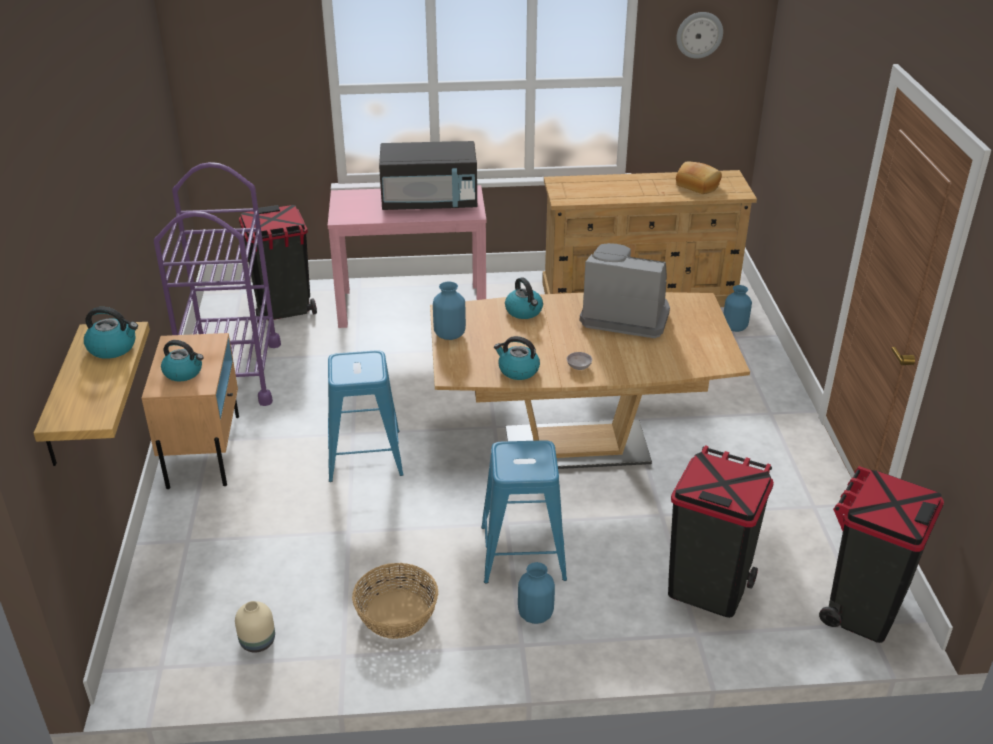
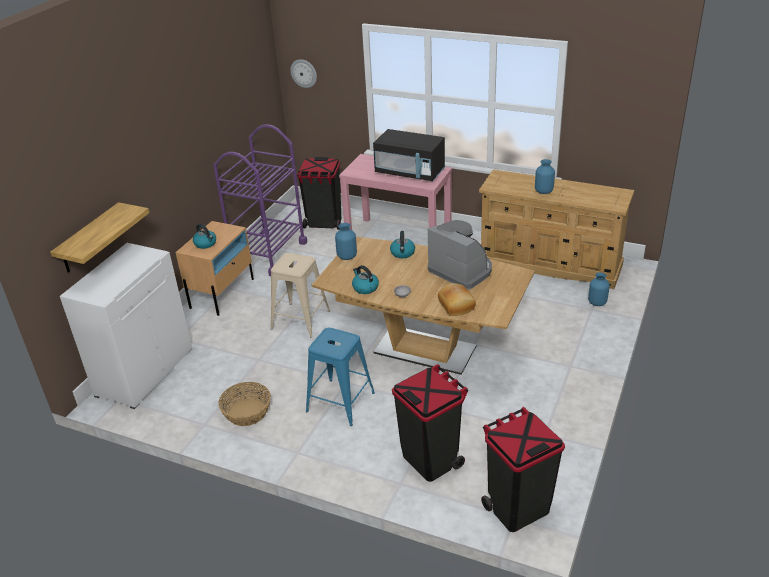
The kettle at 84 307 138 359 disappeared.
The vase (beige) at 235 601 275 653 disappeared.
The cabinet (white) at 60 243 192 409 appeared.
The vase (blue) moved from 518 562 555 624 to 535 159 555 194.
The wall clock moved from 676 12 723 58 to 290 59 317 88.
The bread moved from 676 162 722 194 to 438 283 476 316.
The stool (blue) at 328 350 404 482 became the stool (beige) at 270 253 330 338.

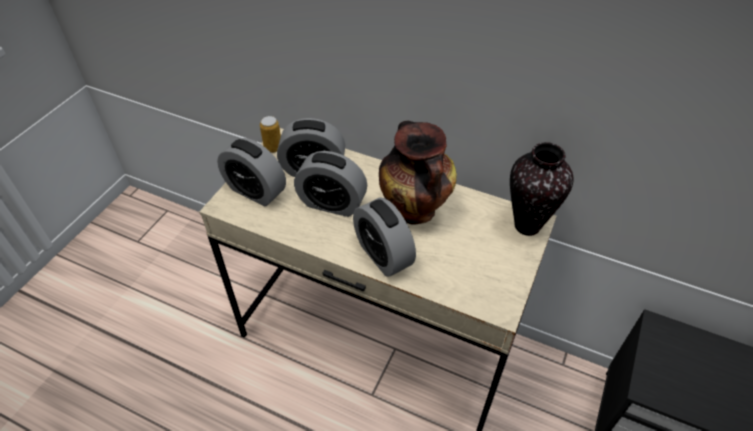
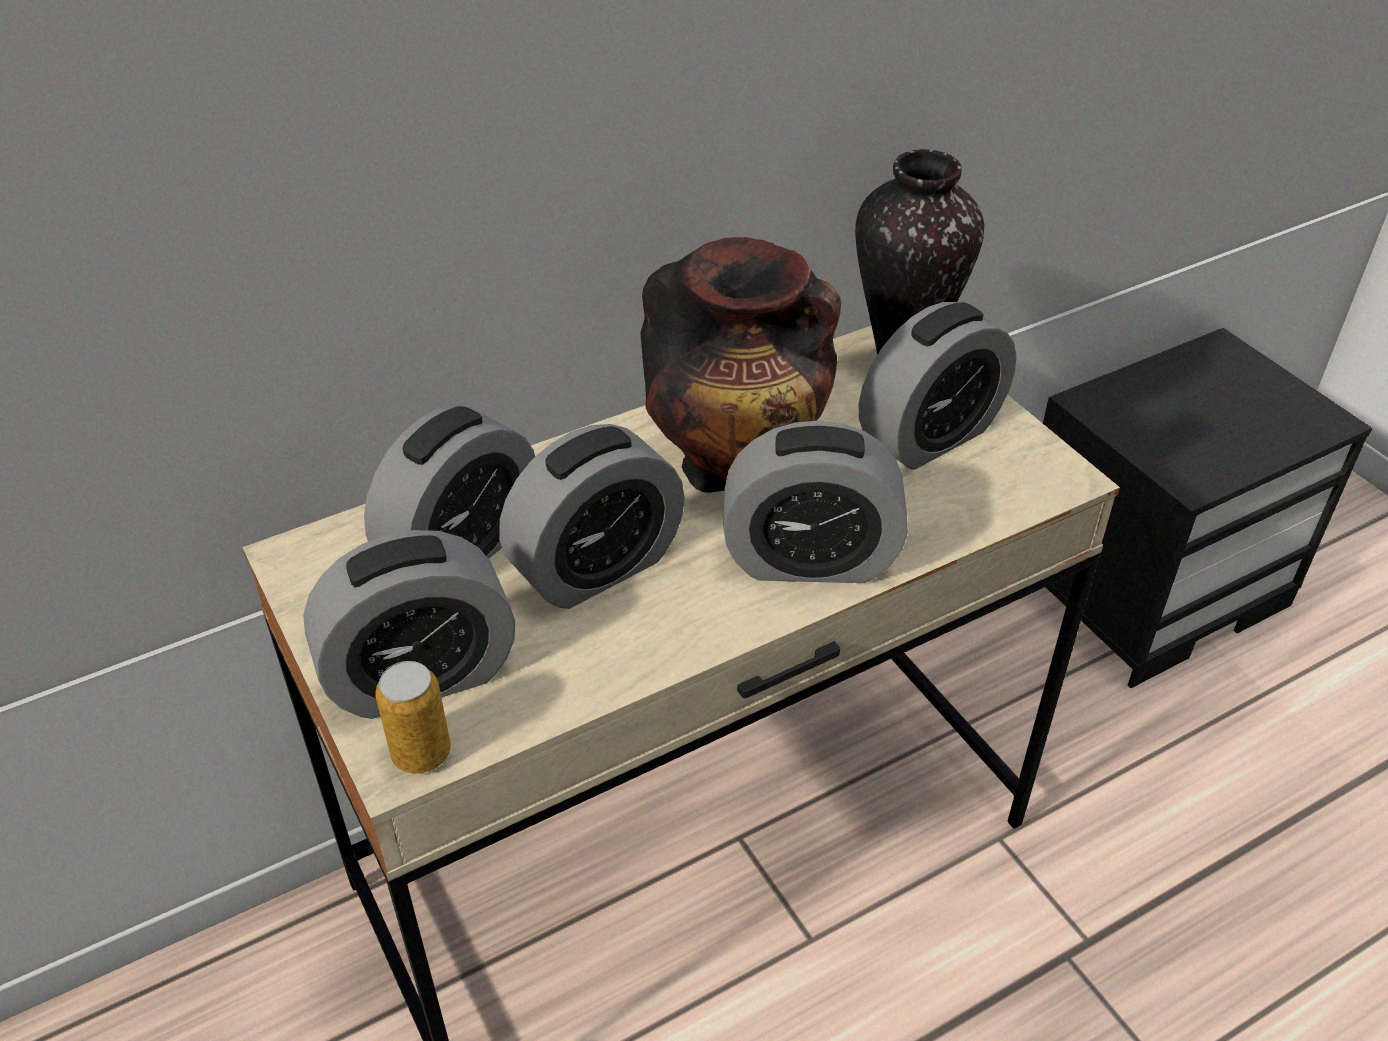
The alarm clock at 859 302 1017 470 appeared.
The can moved from 260 116 281 153 to 375 661 451 773.

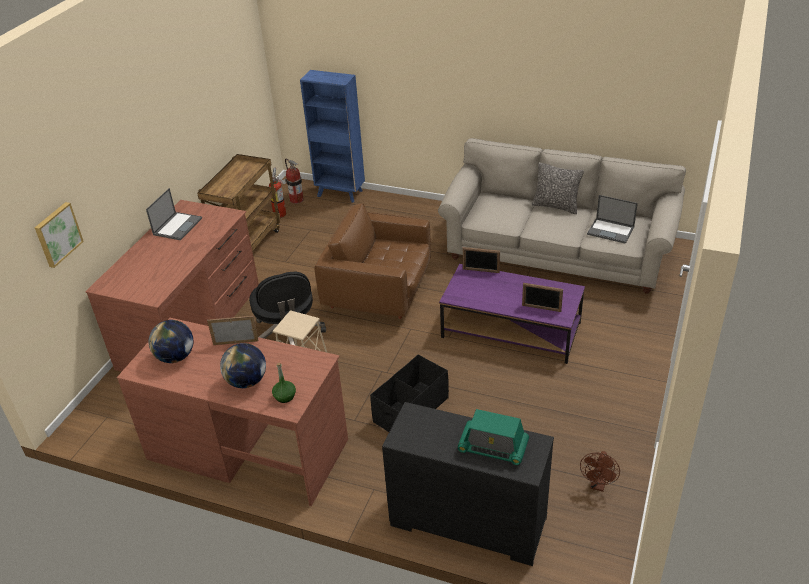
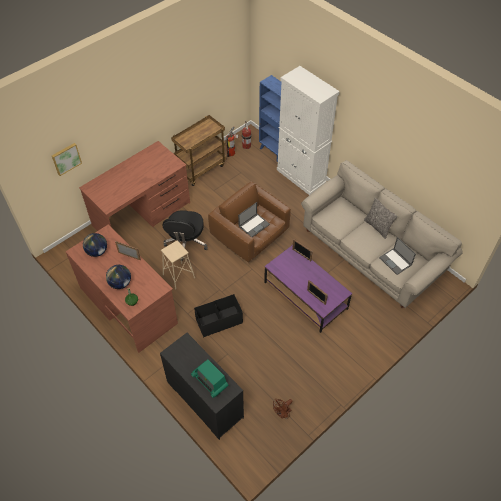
The cabinet (white) at 277 66 340 195 appeared.
The laptop moved from 146 188 202 240 to 238 202 270 237.

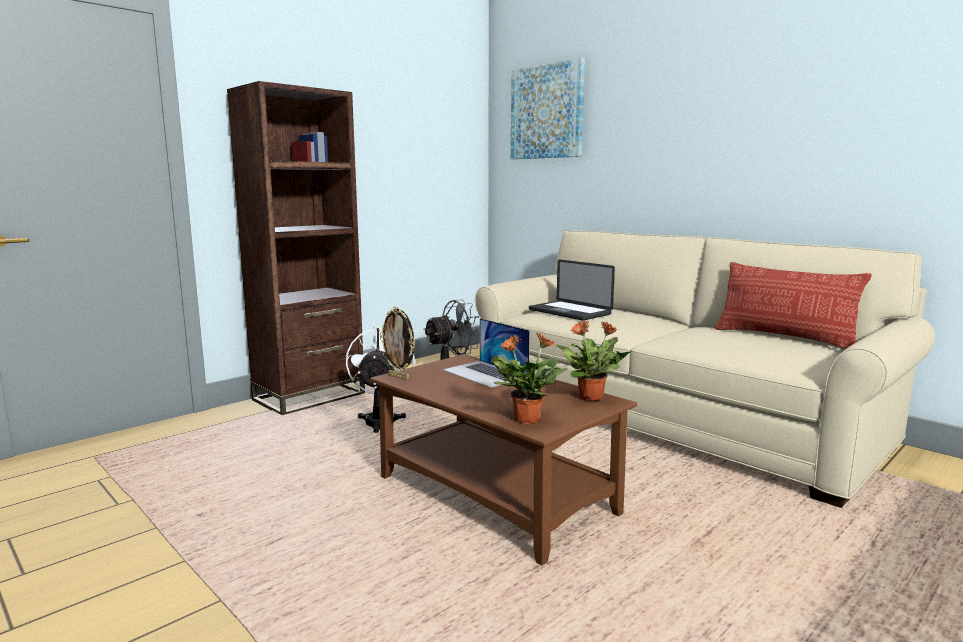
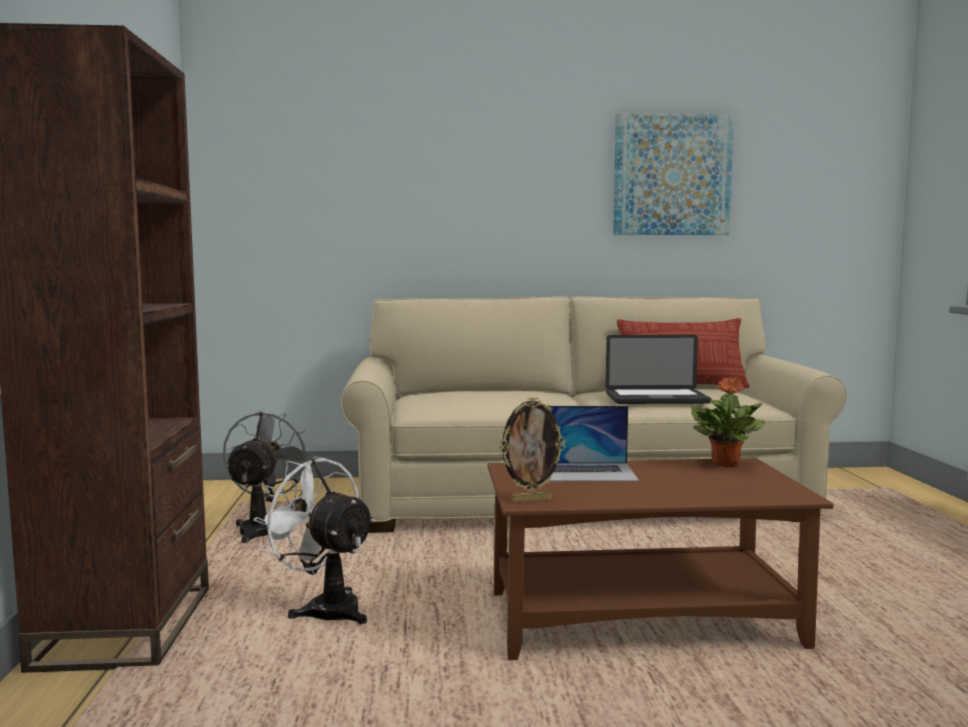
The potted plant at 491 333 568 424 disappeared.
The picture moved from 511 58 585 159 to 613 113 734 235.
The laptop moved from 529 260 615 321 to 606 335 712 404.

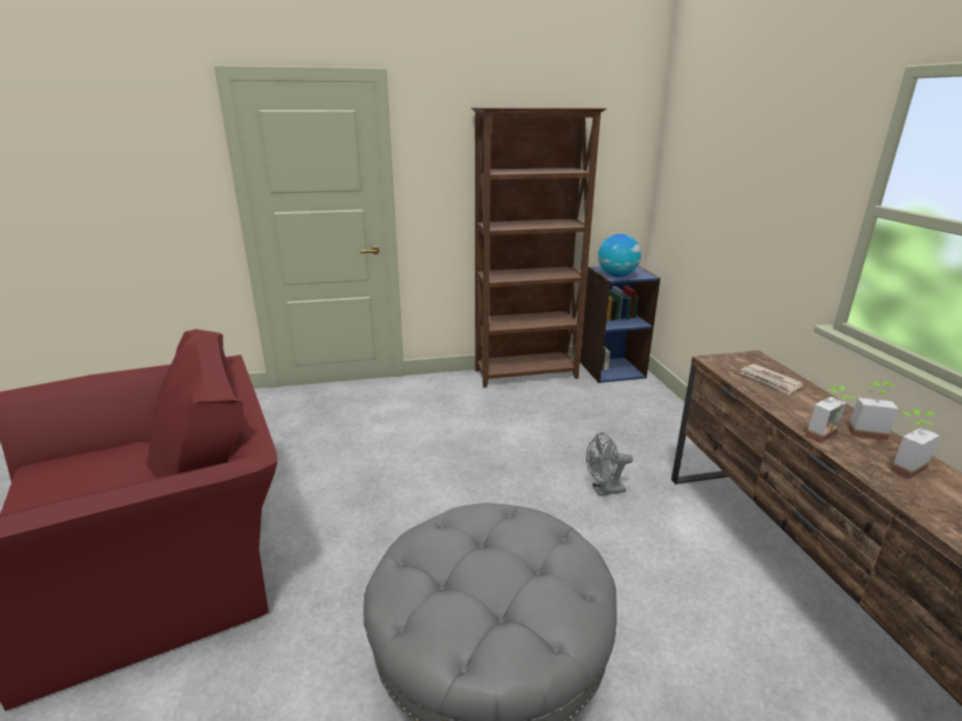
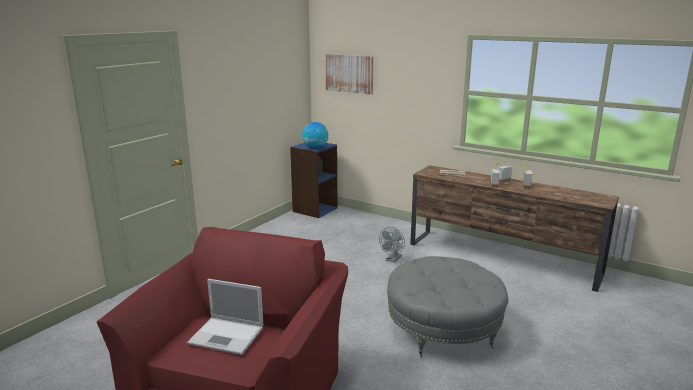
The bookcase (brown) at 471 108 606 388 disappeared.
The laptop at 187 279 263 355 appeared.
The picture at 325 54 373 94 appeared.

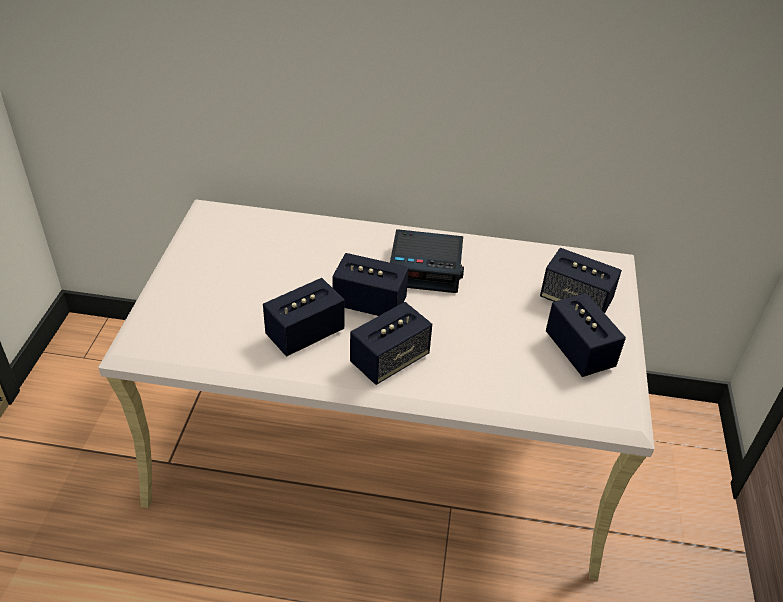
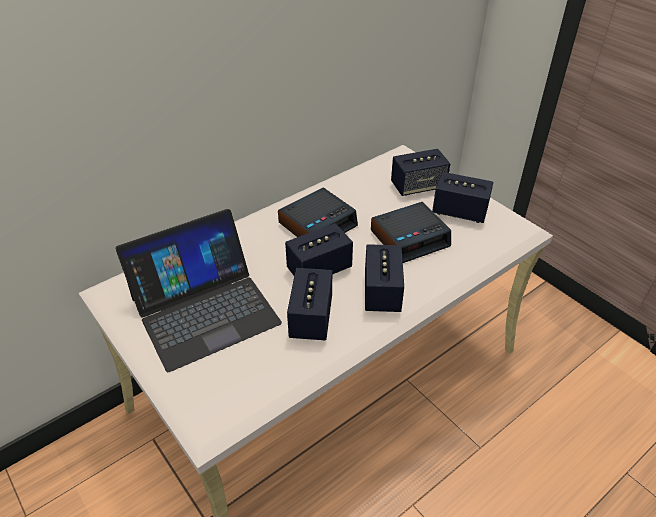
The laptop at 115 209 282 372 appeared.
The alarm clock at 371 202 451 263 appeared.

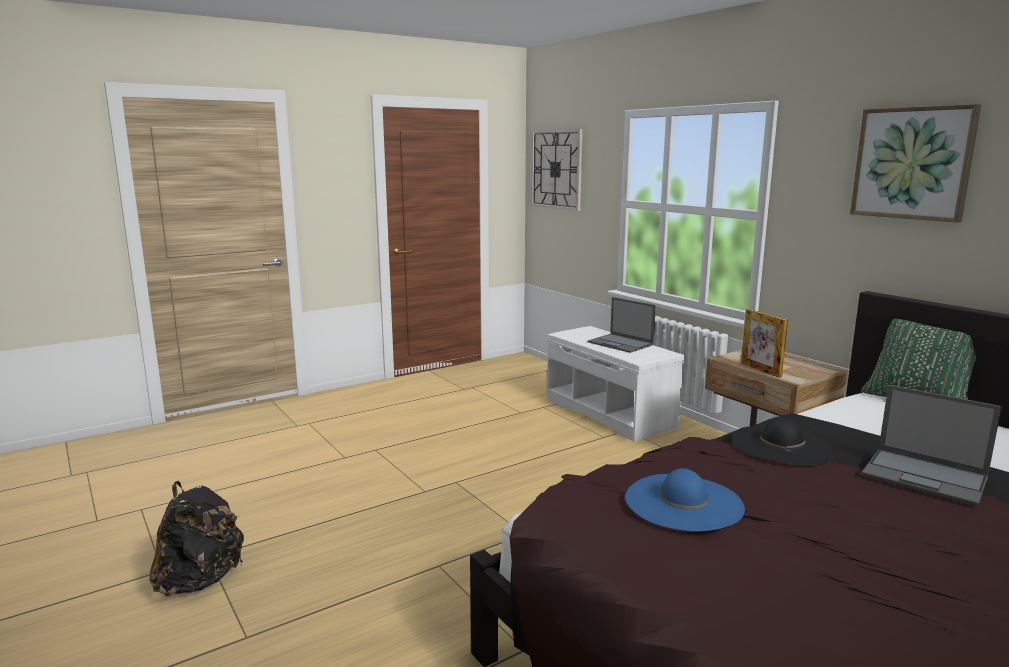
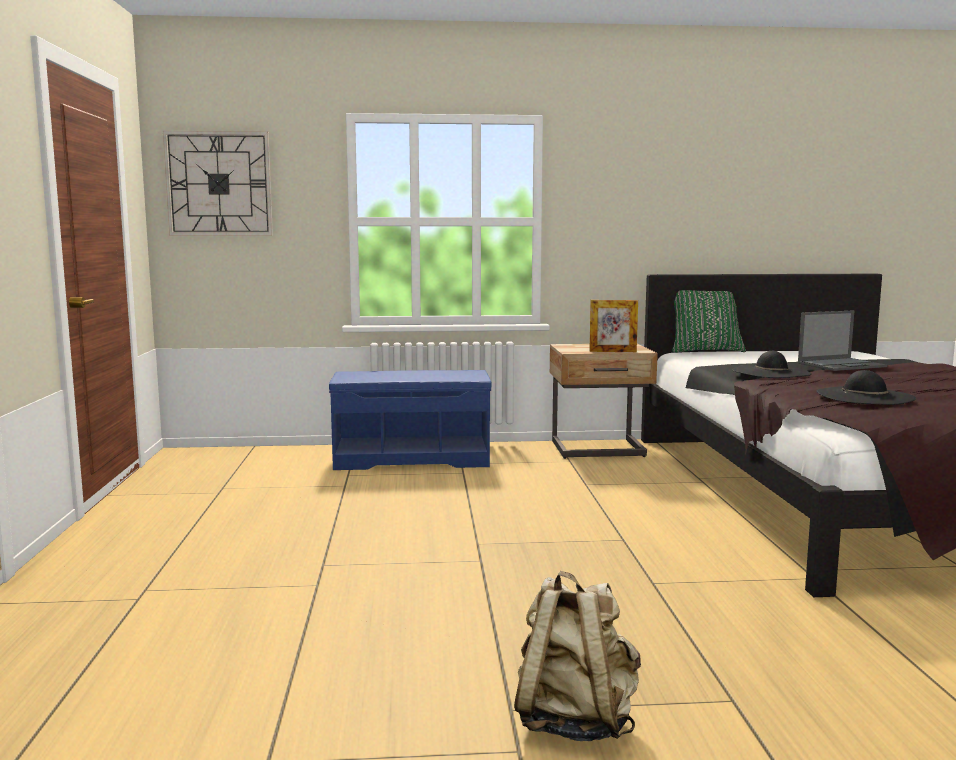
The laptop at 587 297 656 353 disappeared.
The picture at 850 104 981 223 disappeared.
The backpack (black) at 149 481 244 596 became the backpack (beige) at 514 571 641 741.
The bench (white) at 547 326 684 442 became the bench (blue) at 329 370 492 470.
The hat (blue) at 625 468 745 531 became the hat (black) at 817 370 916 405.

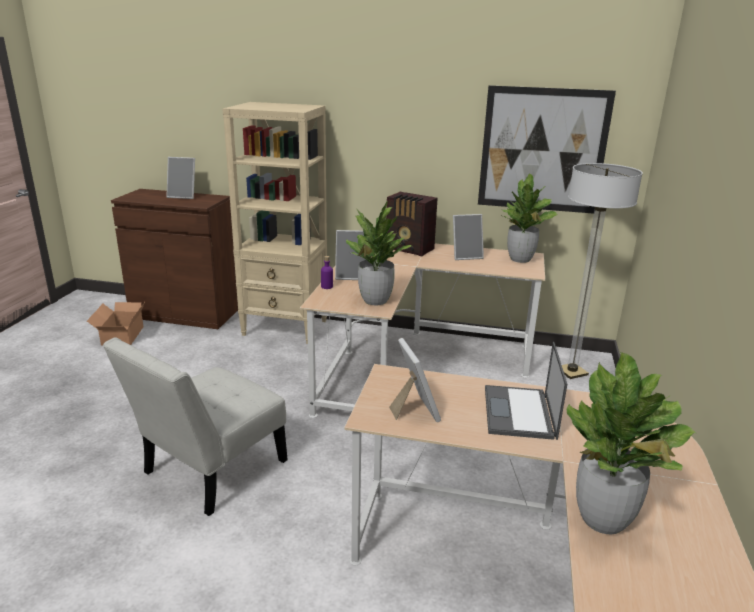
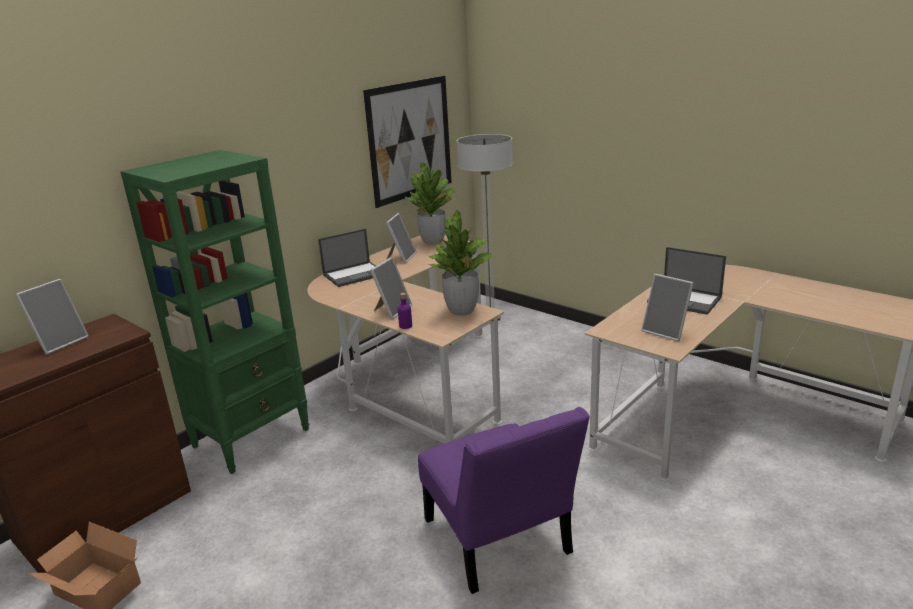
The potted plant at 567 352 696 534 disappeared.
The radio at 386 192 438 256 was replaced by the laptop at 318 229 376 287.
The chair (white) at 103 337 288 516 became the chair (purple) at 418 407 590 594.
The bookcase (beige) at 223 102 327 344 became the bookcase (green) at 120 150 309 474.
The picture frame at 389 338 441 422 turned 150 degrees counterclockwise.

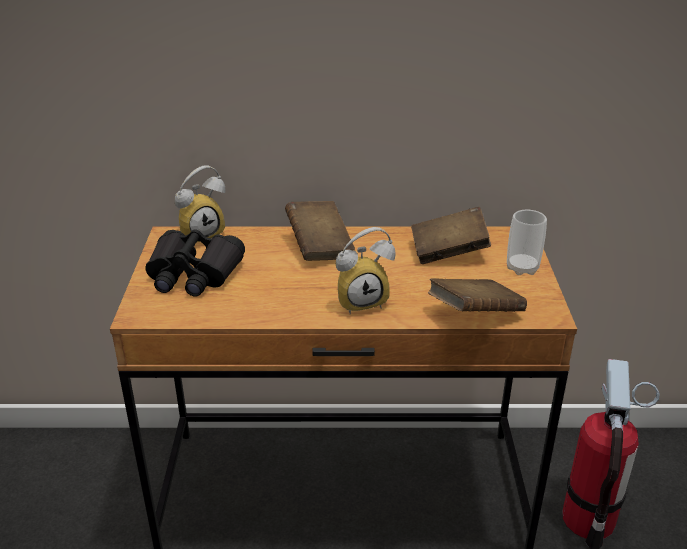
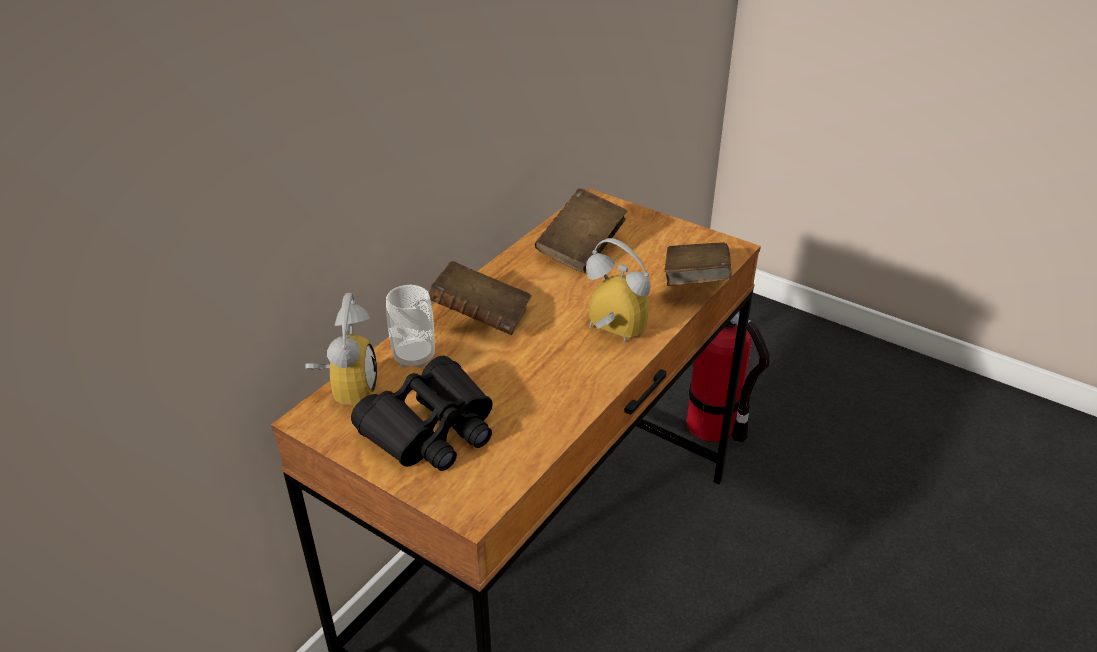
The cup moved from 507 209 547 275 to 386 285 435 368.
The alarm clock at 336 227 396 315 turned 75 degrees counterclockwise.

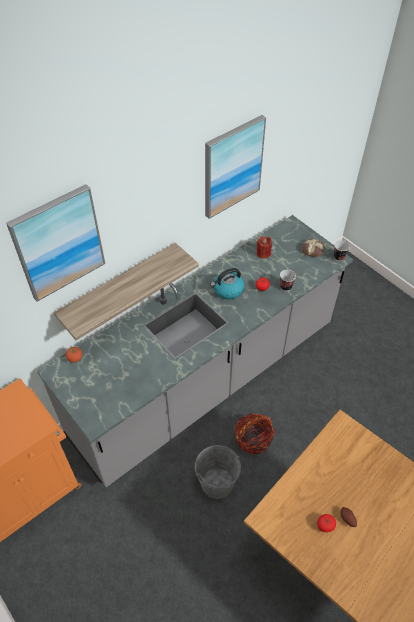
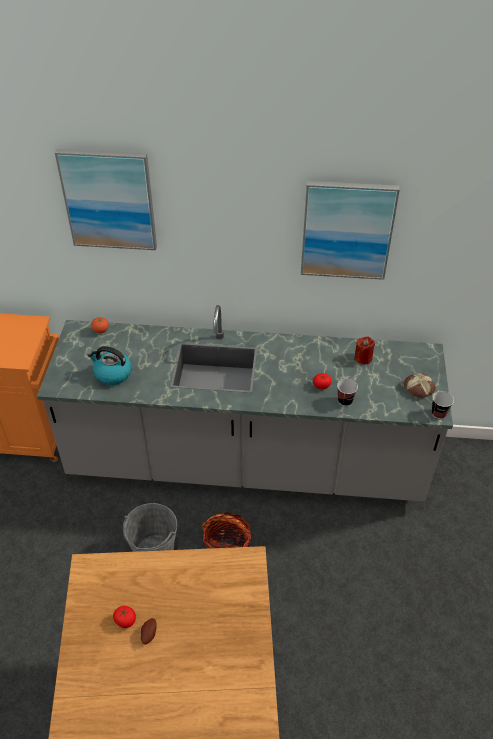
The shelf at 54 243 199 340 disappeared.
The kettle moved from 210 268 244 299 to 88 346 132 385.

